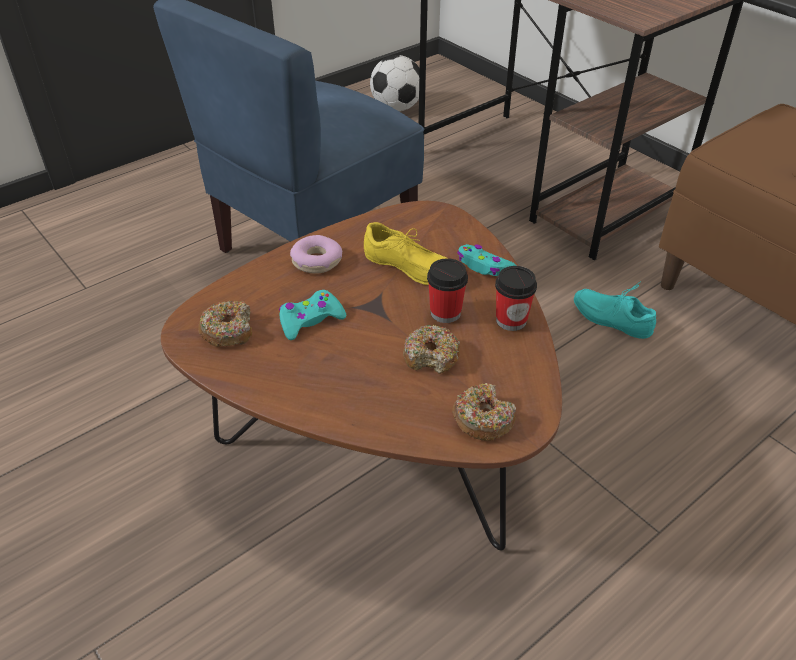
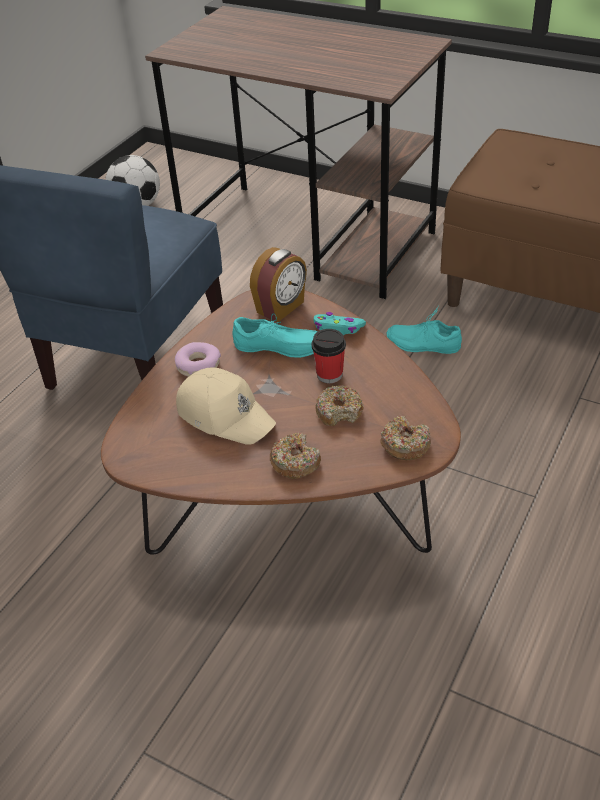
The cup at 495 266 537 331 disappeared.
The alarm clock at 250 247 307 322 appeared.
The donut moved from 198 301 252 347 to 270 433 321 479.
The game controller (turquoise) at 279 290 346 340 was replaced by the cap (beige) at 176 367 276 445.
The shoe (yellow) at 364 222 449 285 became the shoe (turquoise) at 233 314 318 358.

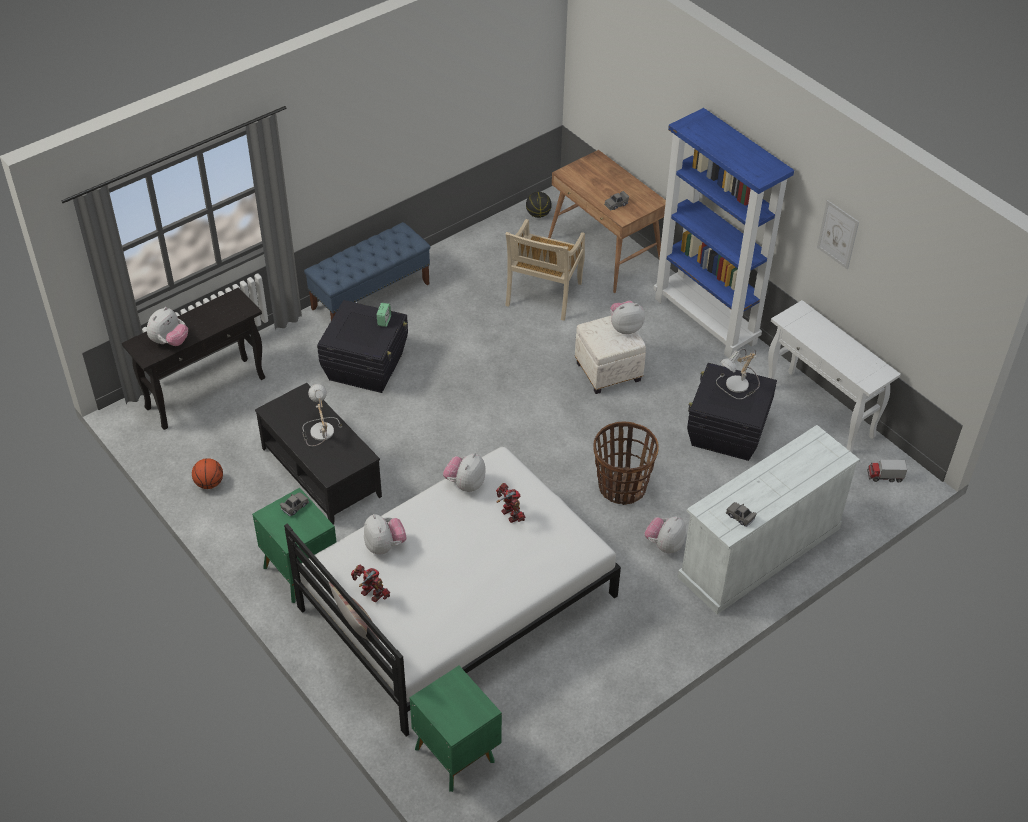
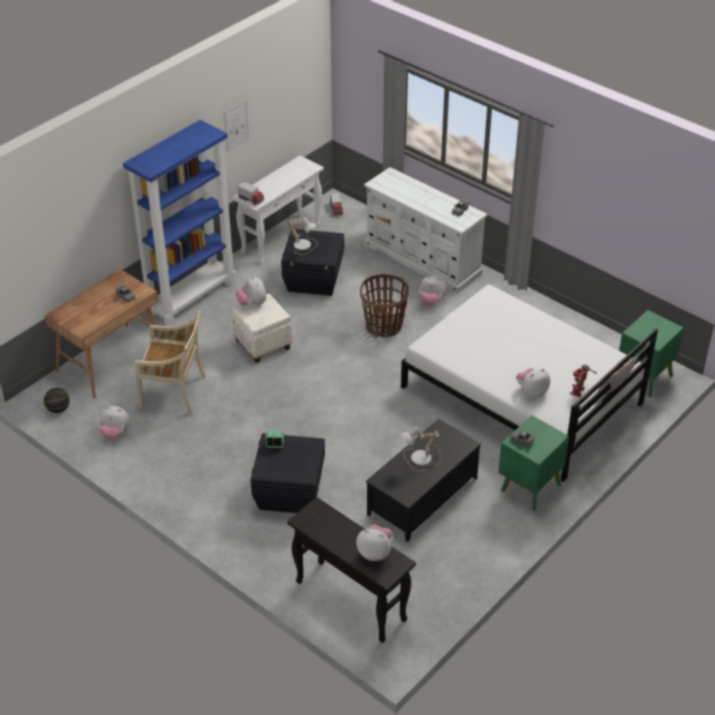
The basketball at 192 458 223 489 disappeared.
The bench (blue) at 304 222 430 320 disappeared.
The toy robot at 496 483 525 523 disappeared.
The toy truck at 237 182 264 205 appeared.
The plush toy moved from 443 453 486 492 to 99 406 130 440.

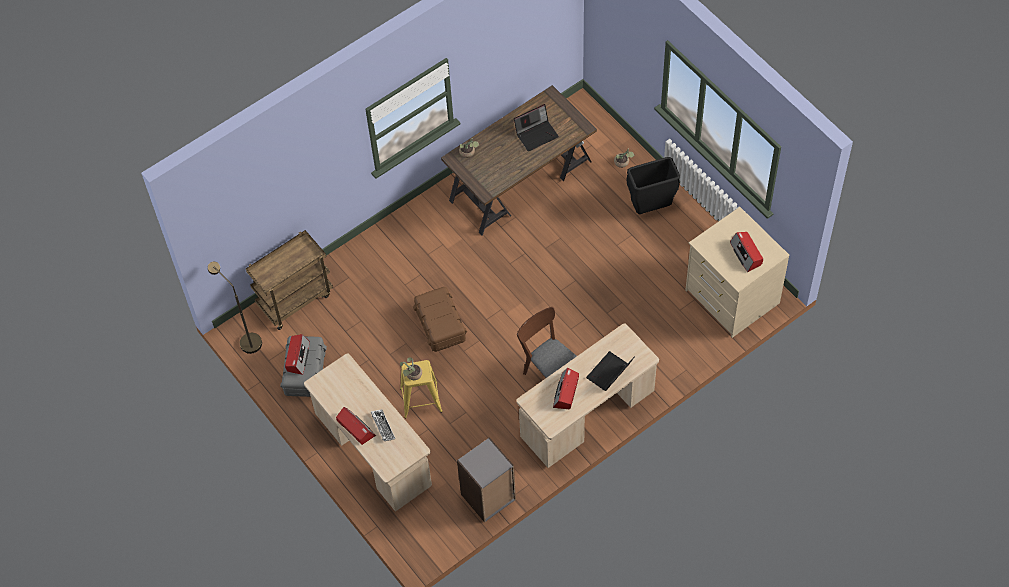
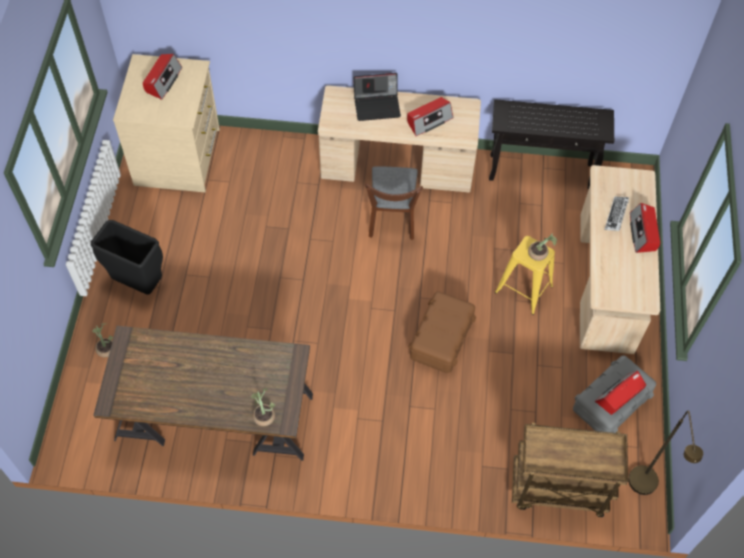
The laptop at 514 104 559 151 disappeared.
The bookcase (grey) at 457 437 516 523 was replaced by the console table (black) at 489 99 614 190.

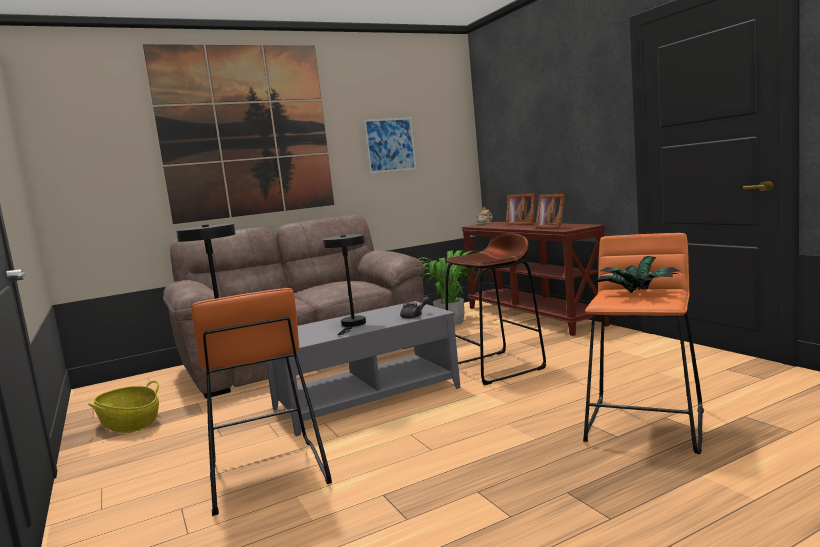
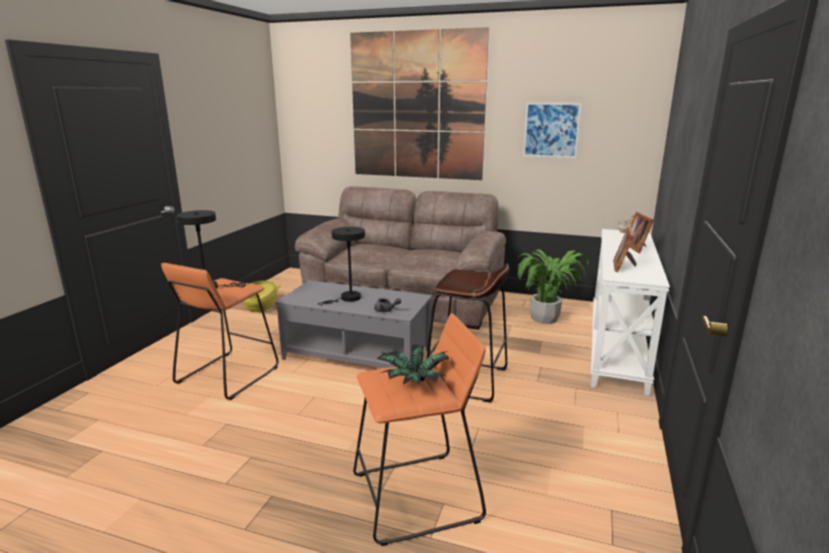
The console table (brown) at 461 222 609 336 became the console table (white) at 591 229 670 396.

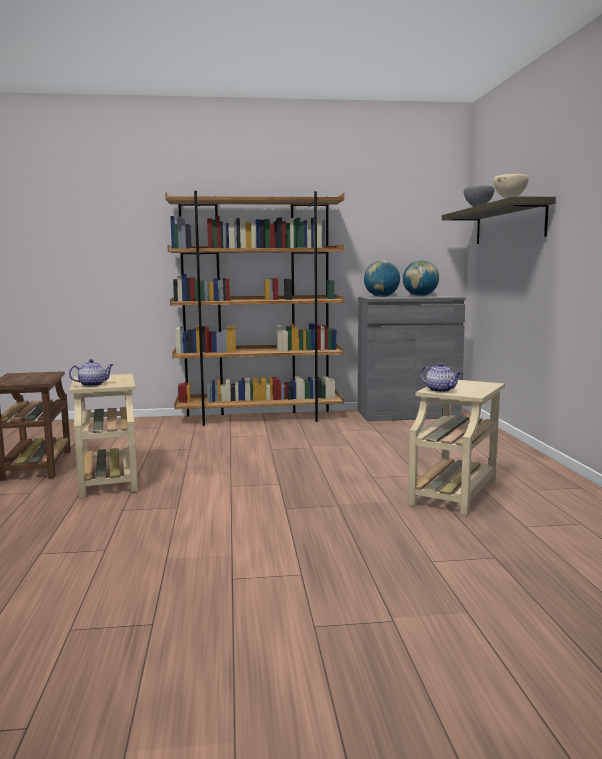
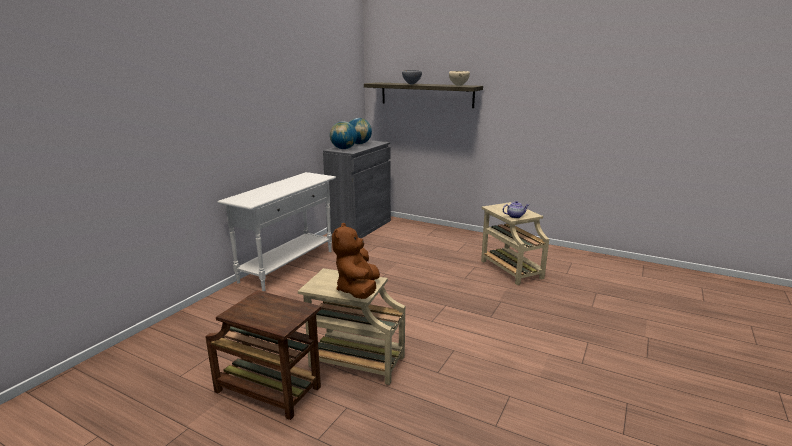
The teapot at 69 359 114 386 was replaced by the plush toy (brown) at 332 223 380 299.
The bookcase (brown) at 165 191 344 426 was replaced by the console table (white) at 217 172 336 291.

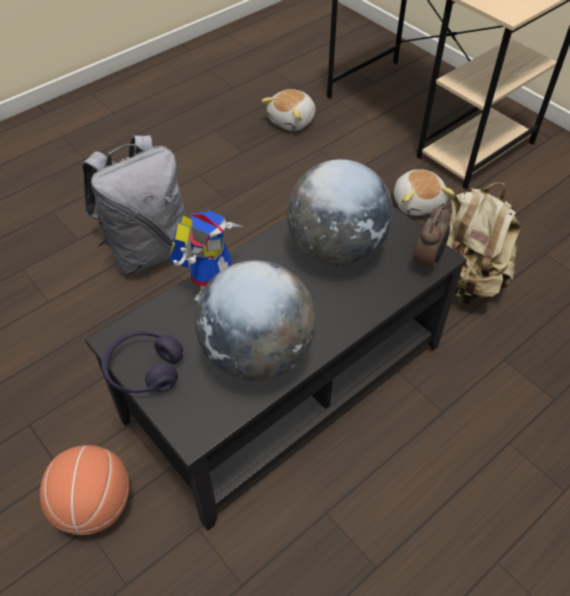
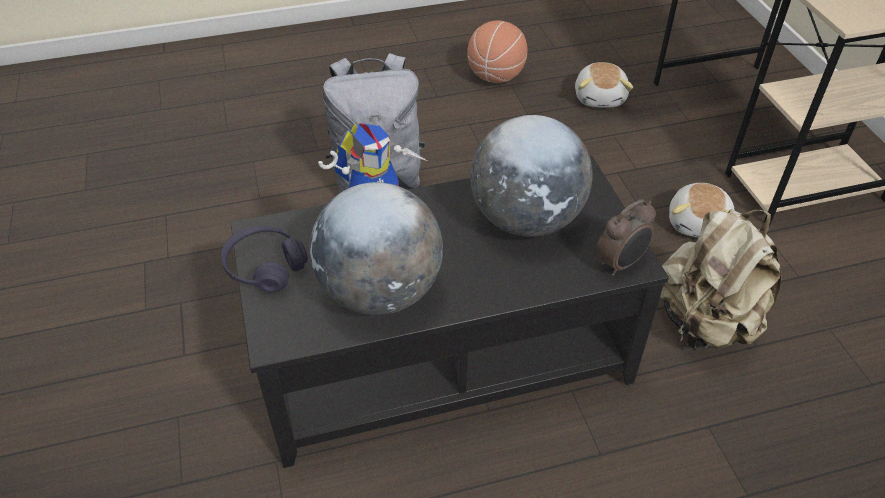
The basketball moved from 40 445 129 535 to 467 21 528 83.
The plush toy at 261 89 316 131 turned 60 degrees counterclockwise.

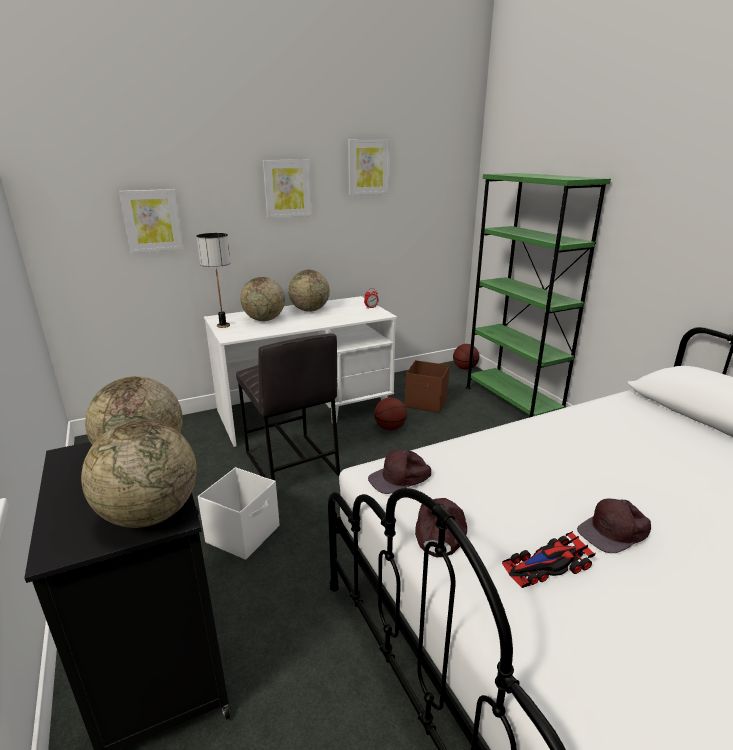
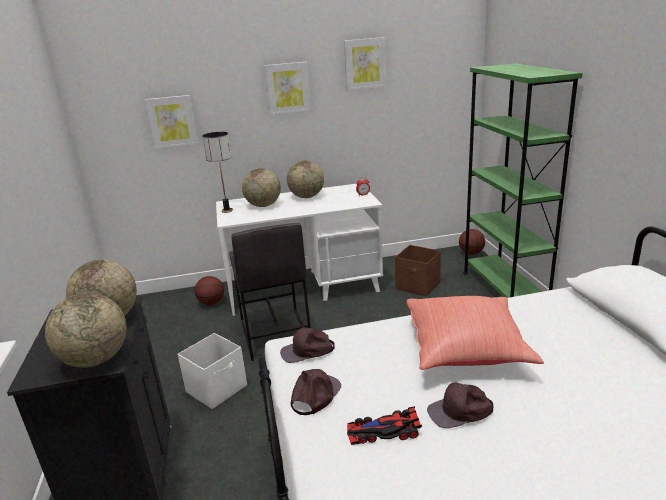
The pillow (red) at 406 296 544 370 appeared.
The basketball moved from 374 397 407 430 to 195 276 224 305.

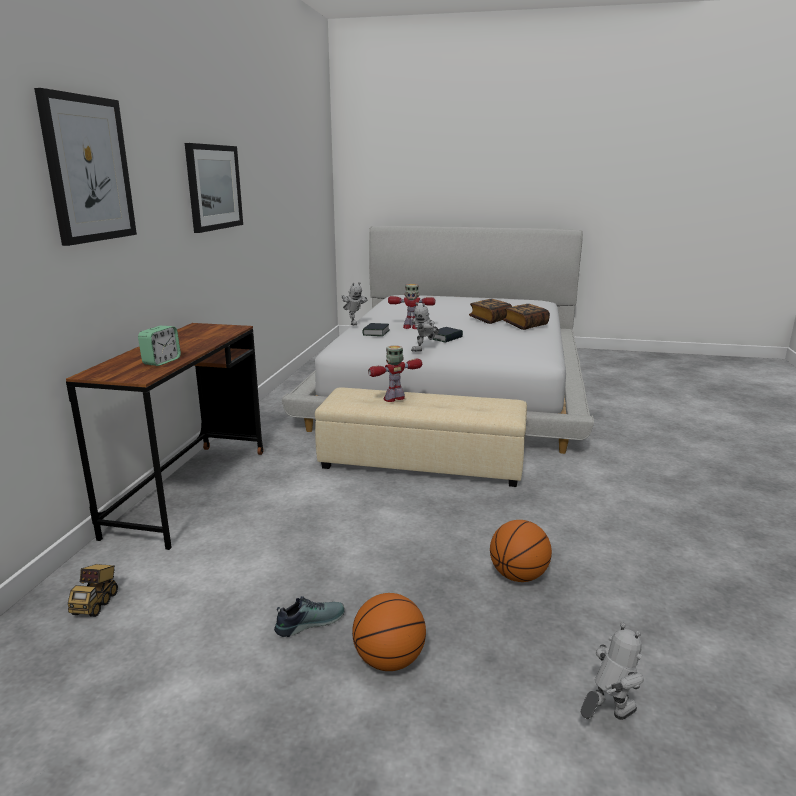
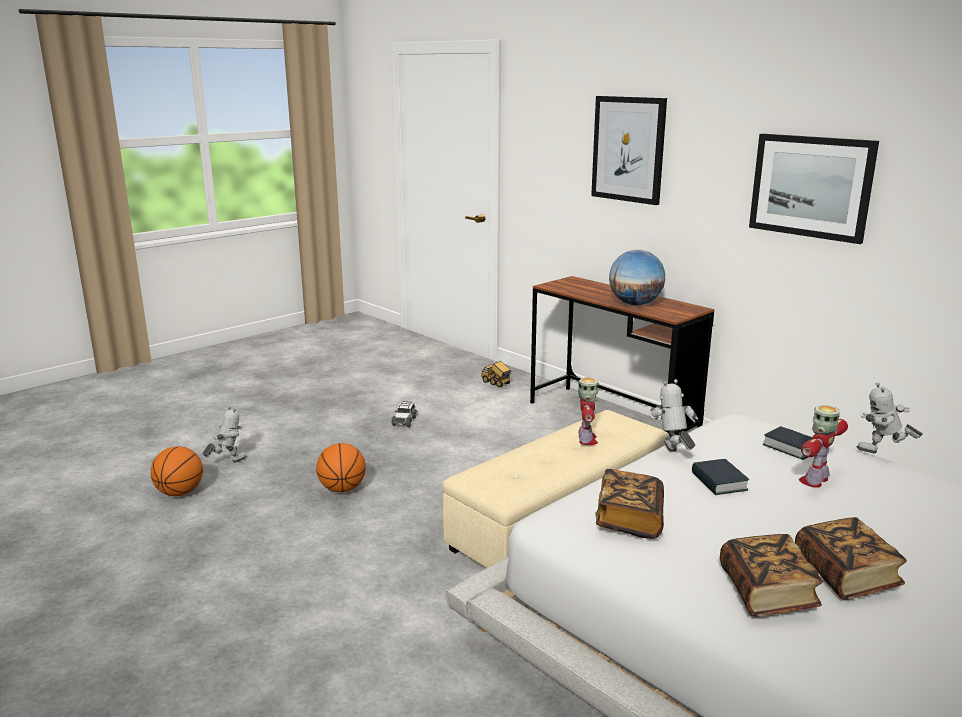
The alarm clock at 138 326 181 366 disappeared.
The book at 595 469 664 539 appeared.
The globe at 609 249 665 305 appeared.
The basketball moved from 352 593 426 671 to 150 446 203 496.
The shoe at 274 596 344 637 was replaced by the toy car at 391 401 417 427.
The toy robot at 581 623 644 720 turned 135 degrees counterclockwise.

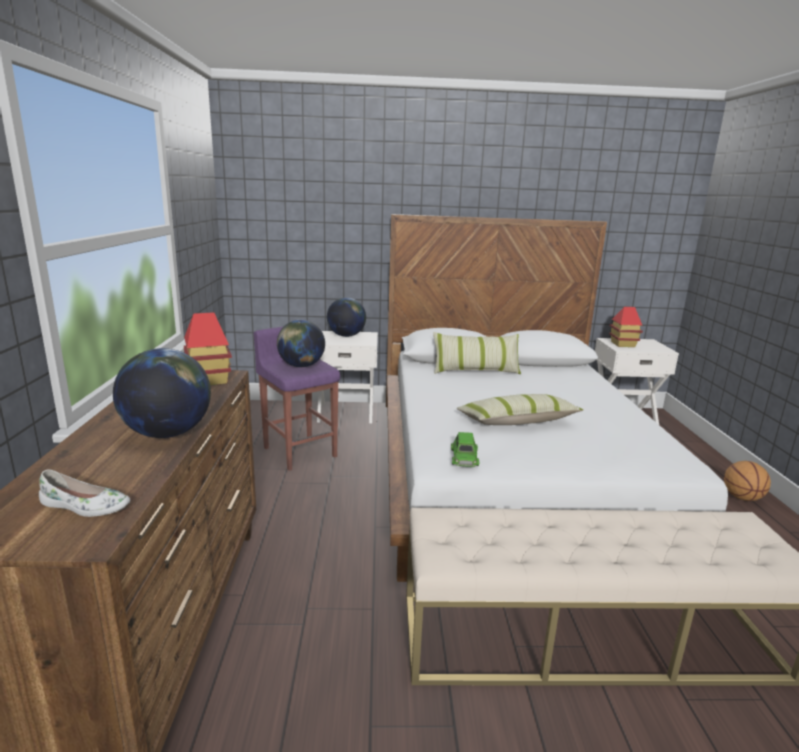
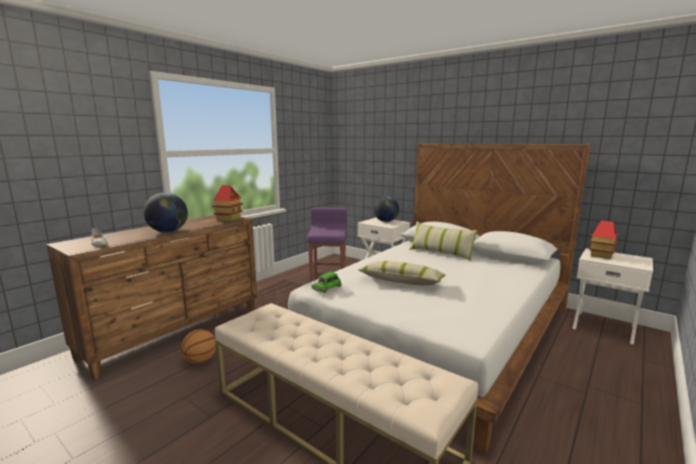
The globe at 277 320 325 367 disappeared.
The basketball moved from 724 461 771 501 to 181 329 216 364.

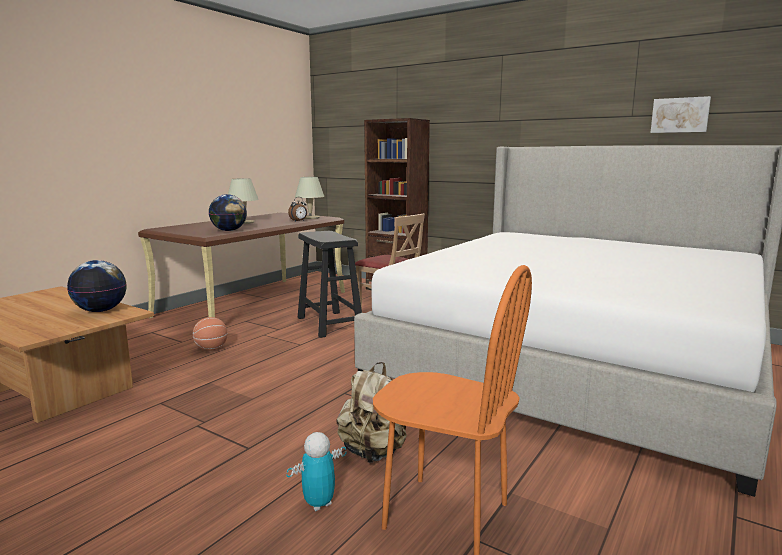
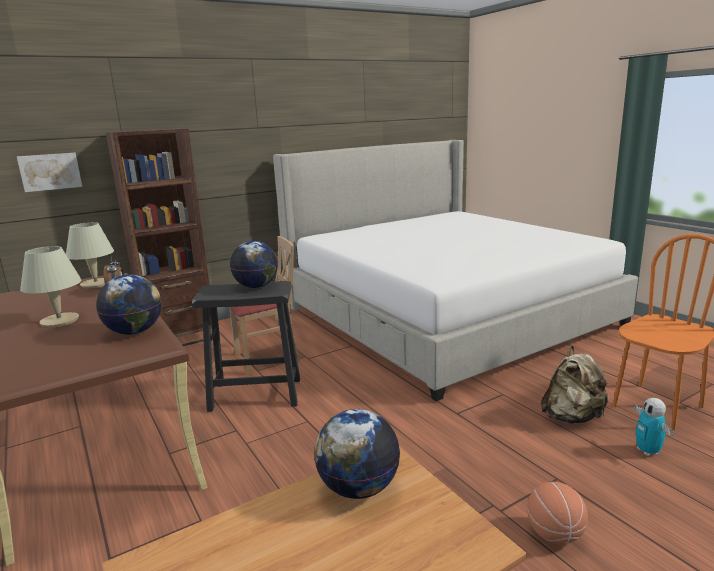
The globe at 230 241 278 288 appeared.
The basketball moved from 193 317 228 351 to 527 482 588 544.
The picture moved from 651 96 711 133 to 17 153 82 192.

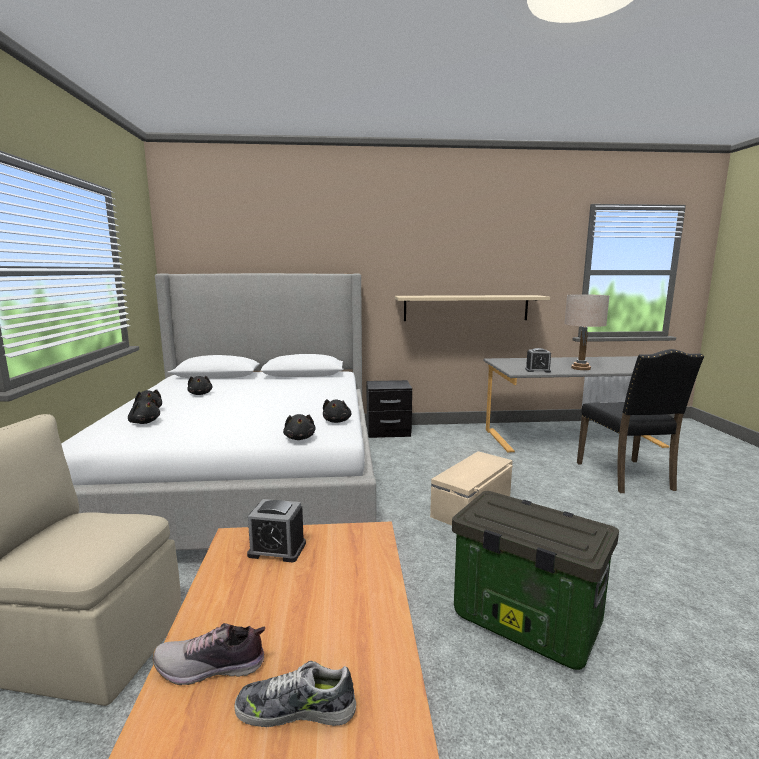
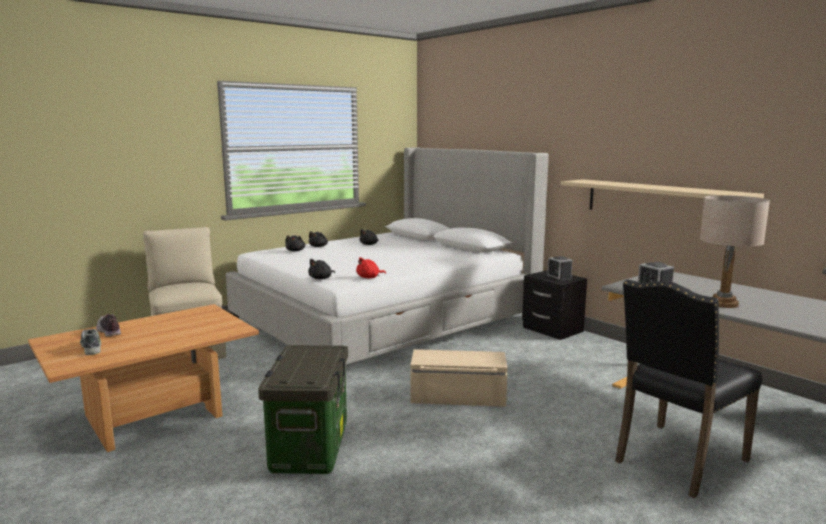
The alarm clock moved from 247 499 306 562 to 547 256 572 281.
The plush toy (black) at 323 399 352 423 became the plush toy (red) at 356 257 386 278.

